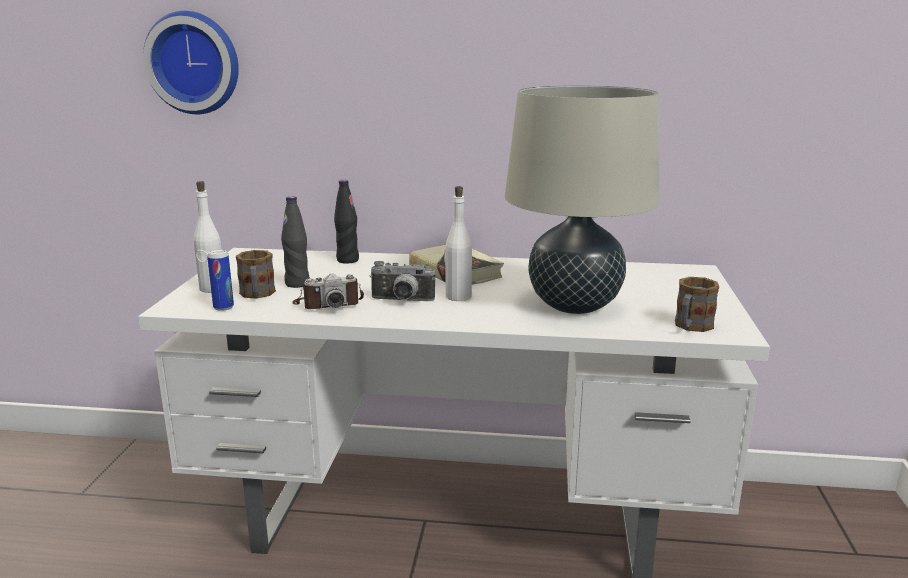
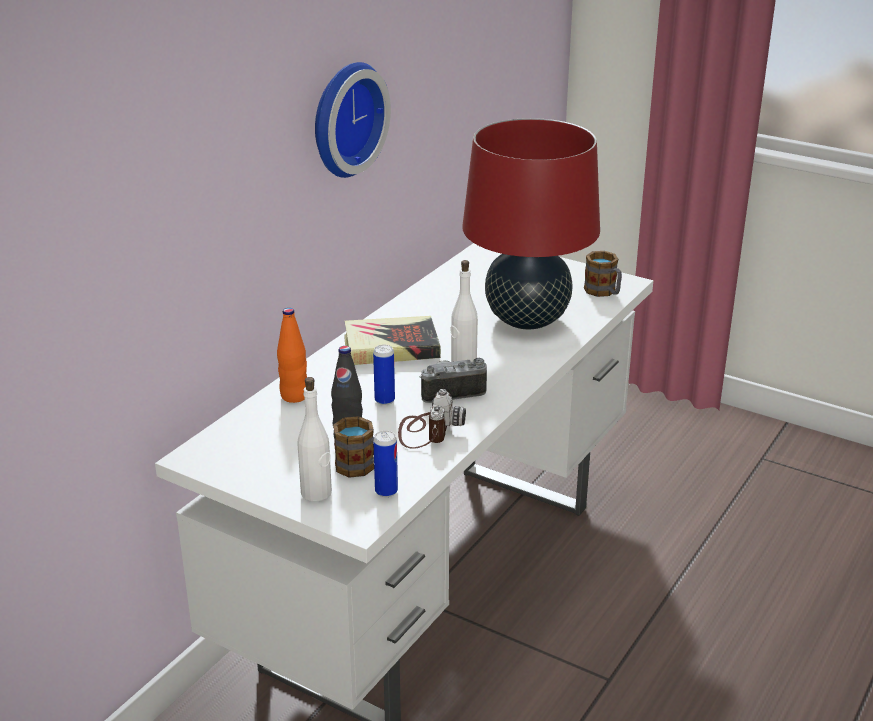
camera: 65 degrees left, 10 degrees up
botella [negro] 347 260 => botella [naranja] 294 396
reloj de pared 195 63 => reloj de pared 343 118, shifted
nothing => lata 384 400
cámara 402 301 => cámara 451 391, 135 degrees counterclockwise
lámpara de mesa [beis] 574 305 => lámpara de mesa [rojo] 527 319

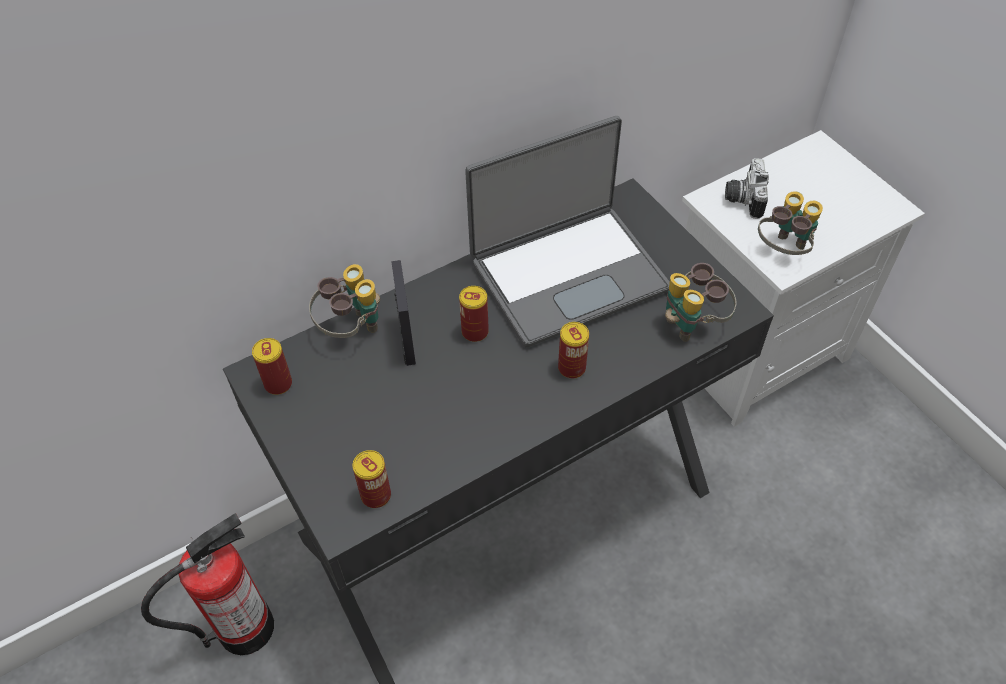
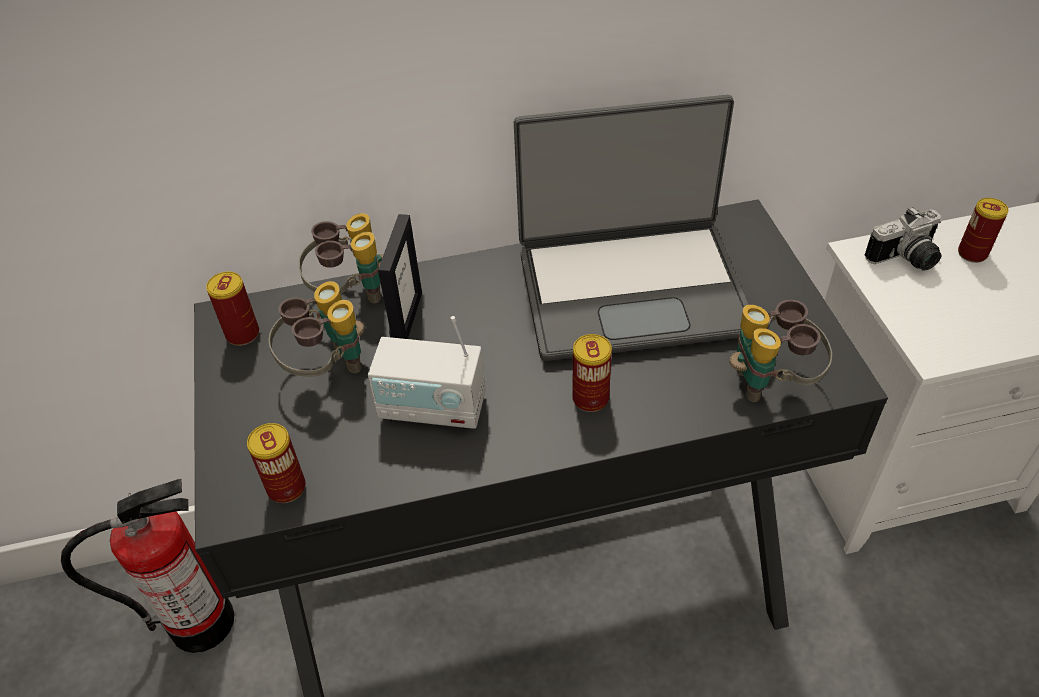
camera: 20 degrees right, 5 degrees down
prismáticos 783 251 => prismáticos 327 368, shifted
nothing => radio 432 408
cámara 742 198 => cámara 906 260, 135 degrees counterclockwise
lata 475 332 => lata 972 253, shifted

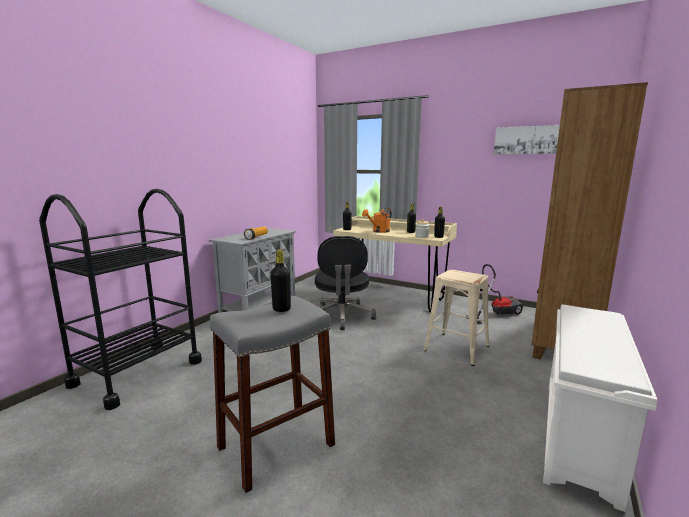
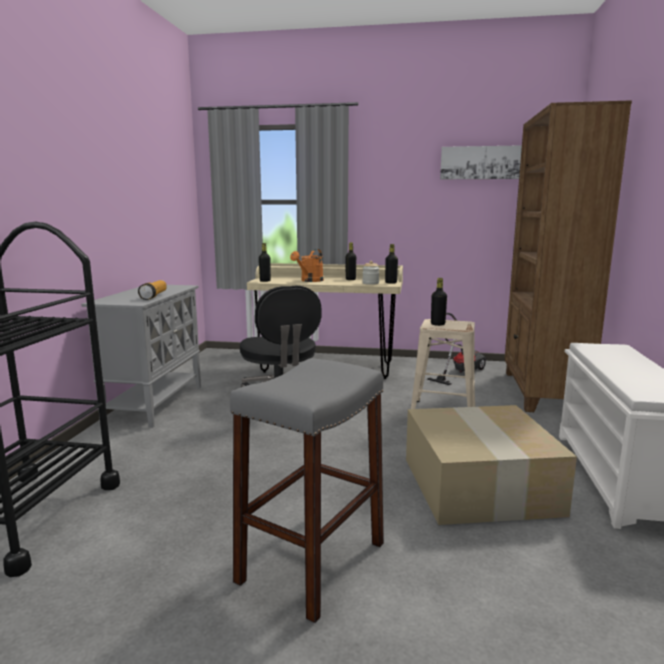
camera: 20 degrees left, 0 degrees up
nothing => caja de cartón 482 486
botella [negro] 281 309 => botella [negro] 437 324, shifted

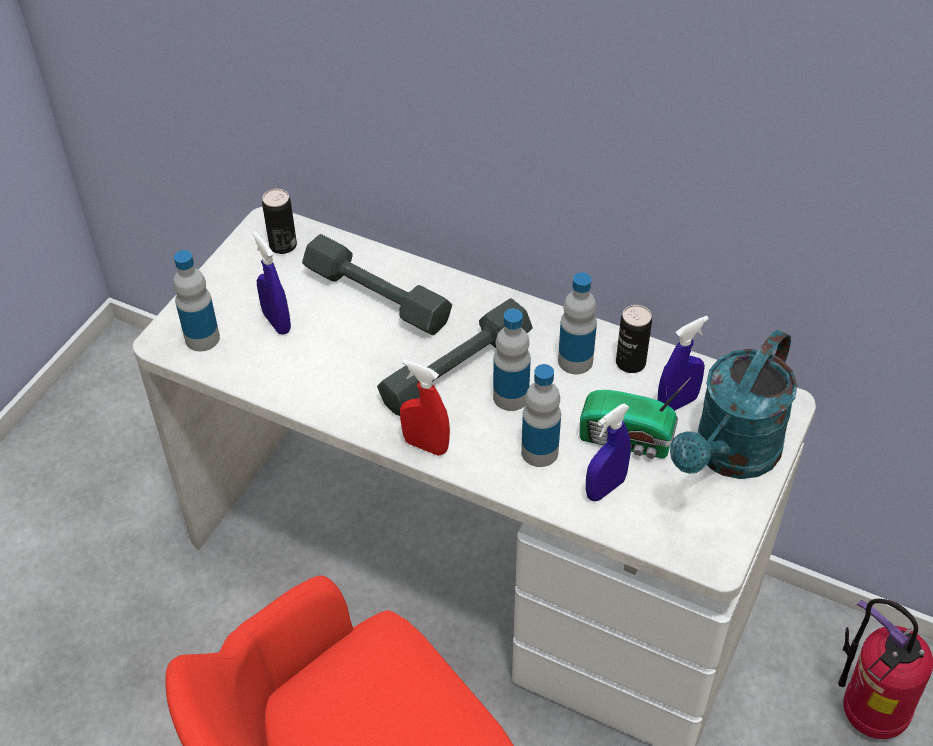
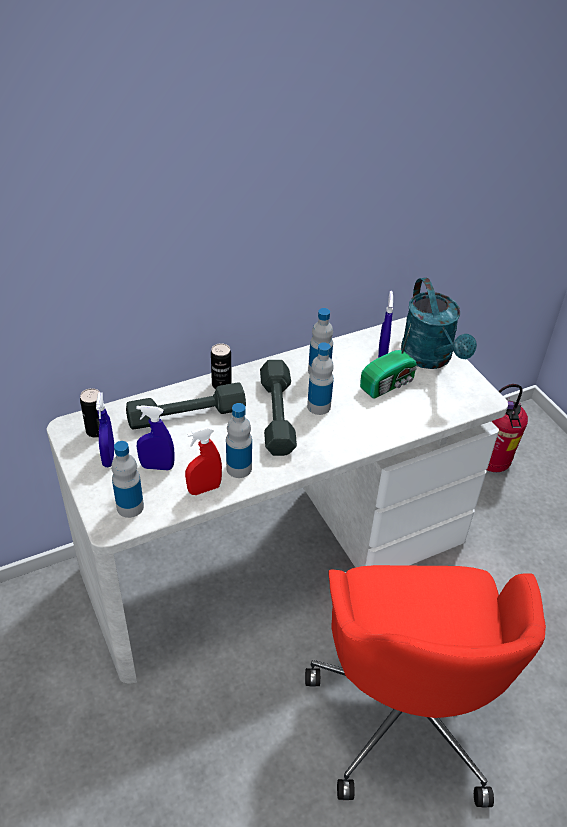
camera: 55 degrees left, 5 degrees down
pulverizador [azul] 605 488 => pulverizador [azul] 108 457, shifted
pulverizador [rojo] 425 445 => pulverizador [rojo] 204 489, shifted
lata 630 363 => lata 221 384, shifted
botella 539 452 => botella 239 468, shifted

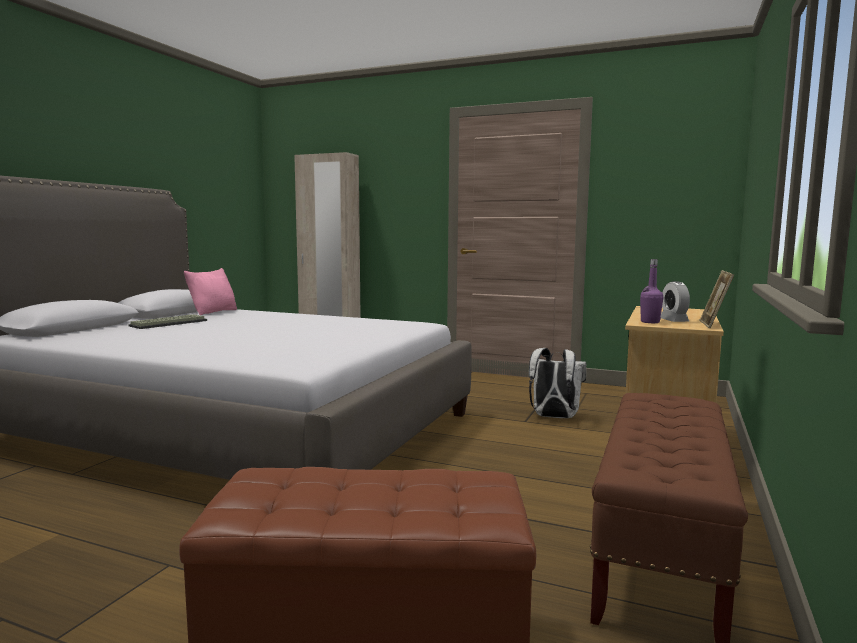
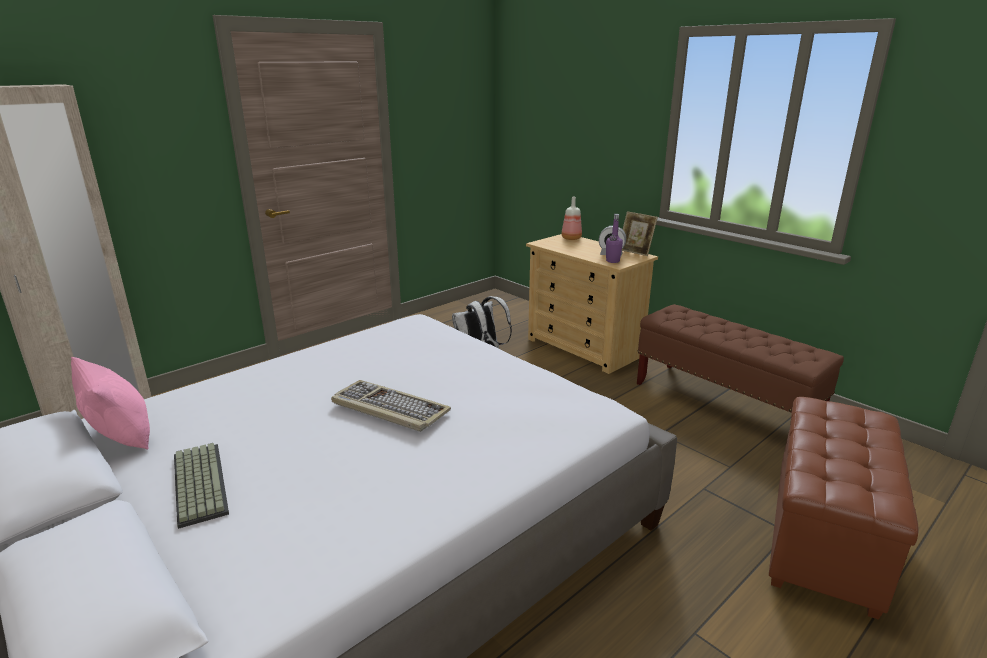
camera: 65 degrees left, 15 degrees up
nothing => teclado 388 408
nothing => botella 571 238

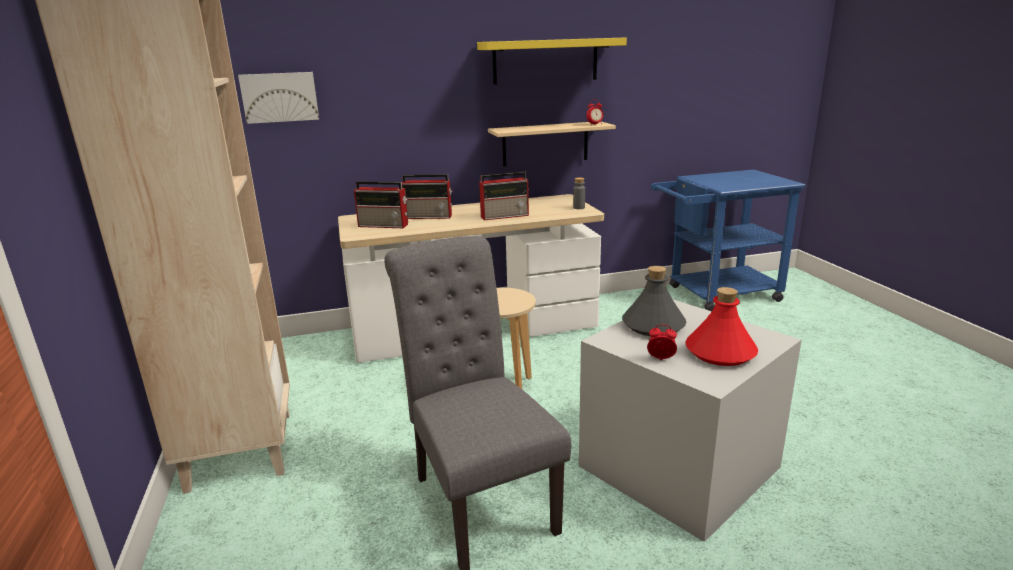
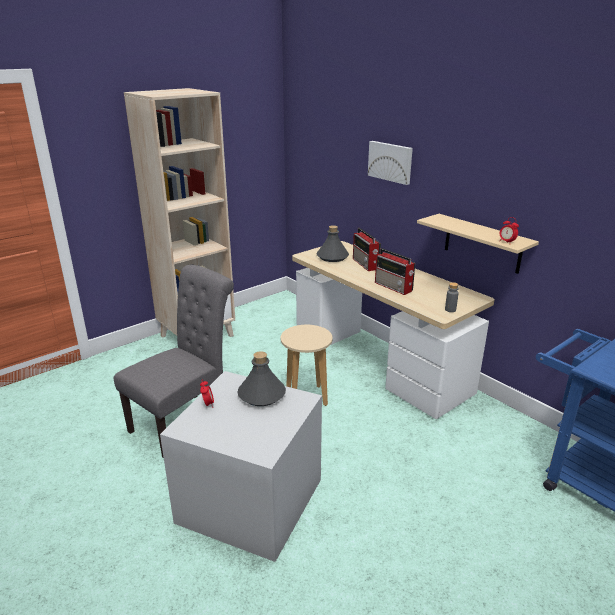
camera: 65 degrees right, 5 degrees up
radio 384 225 => botella [gris] 332 257
cuadro 280 97 => cuadro 390 162, shifted
estante [amarillo] 545 61 => nothing
botella [rojo] 719 352 => nothing

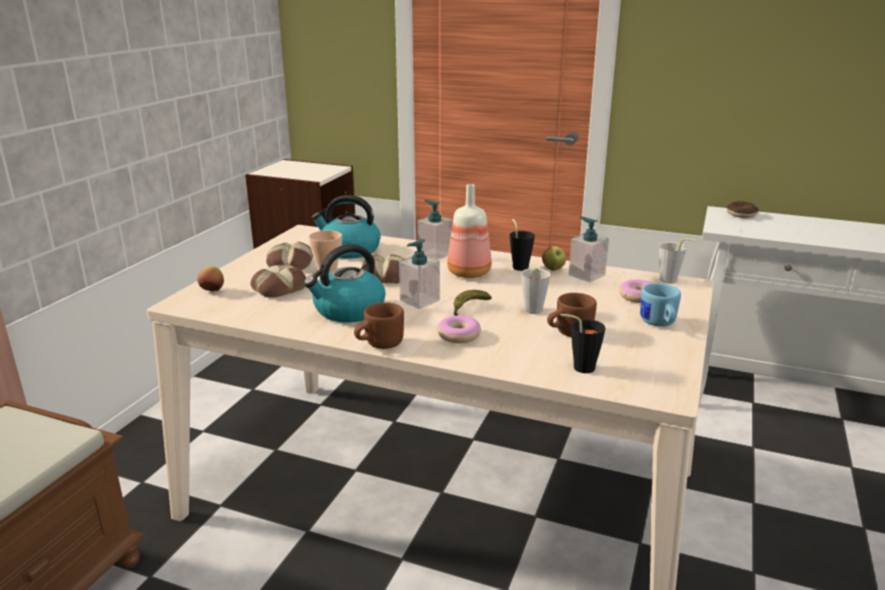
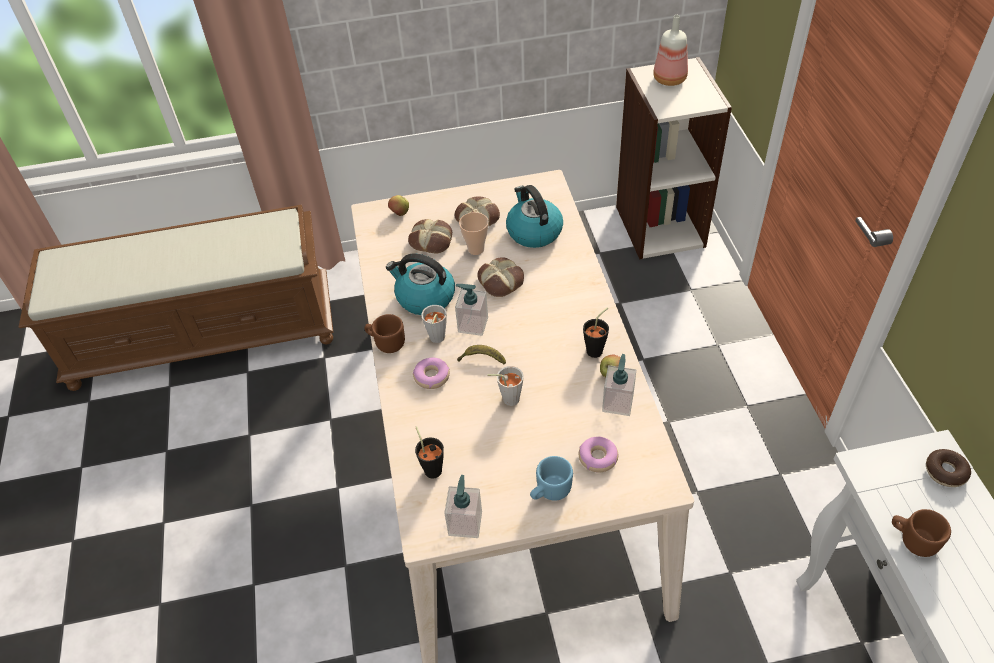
camera: 60 degrees right, 25 degrees up
taza [gris] 671 281 => taza [gris] 436 339, shifted
dispensador de jabón 434 254 => dispensador de jabón 465 523, shifted
botella 468 272 => botella 670 78, shifted
taza grande [marrón] 568 333 => taza grande [marrón] 912 539, shifted

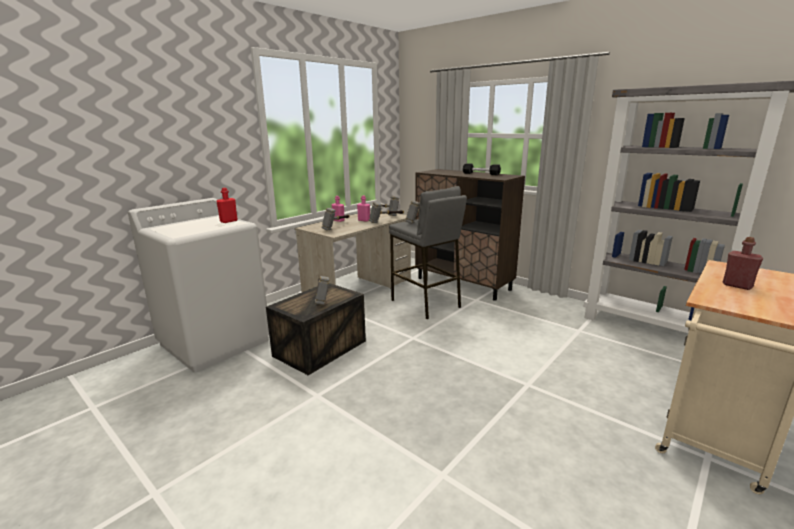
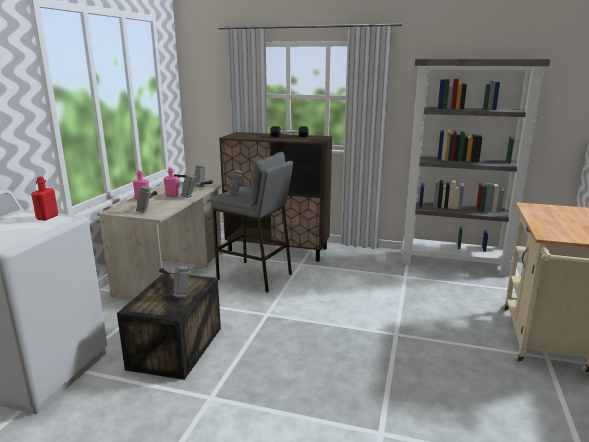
camera: 25 degrees left, 0 degrees up
botella [rojo] 737 285 => nothing

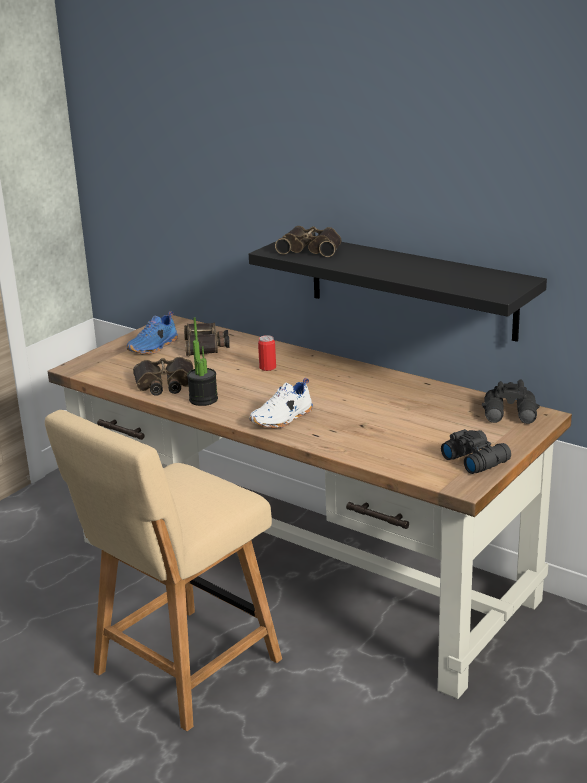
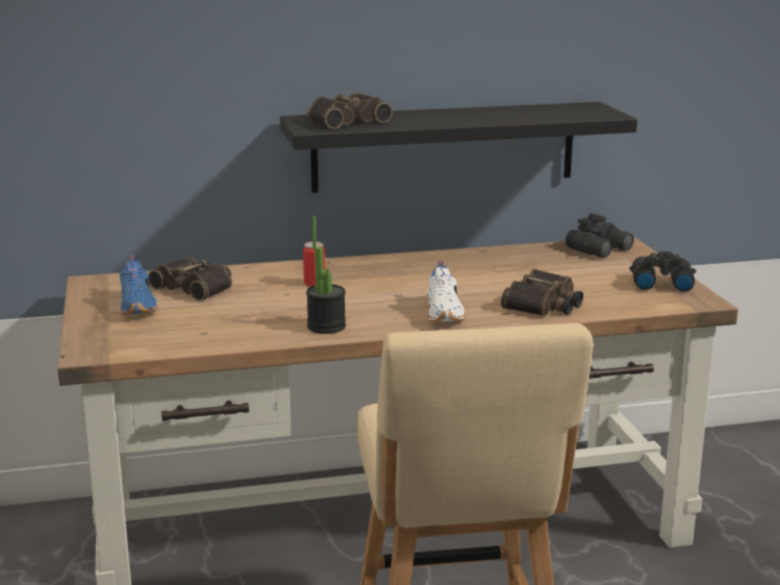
camera: 50 degrees left, 5 degrees down
prismáticos 164 384 => prismáticos 544 304, shifted

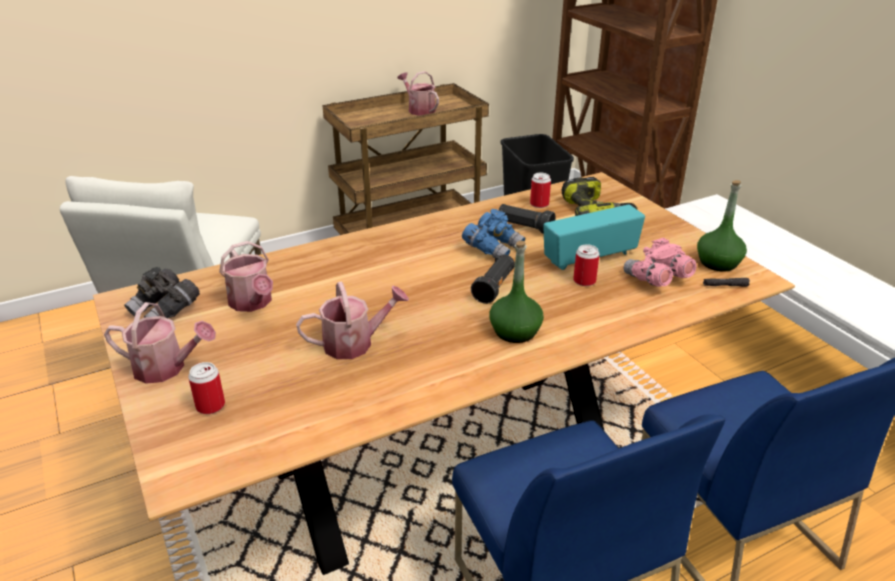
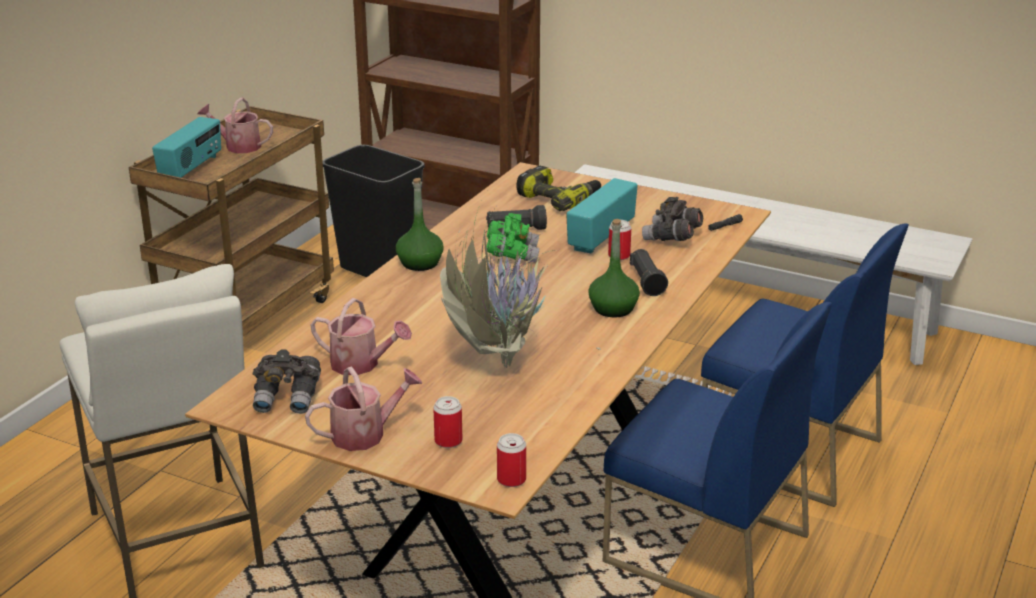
camera: 35 degrees left, 5 degrees down
nothing => radio 191 169
botella [verde] 718 263 => botella [verde] 420 263, shifted
regadera 355 343 => planta en maceta 499 360
prismáticos [azul] 493 248 => prismáticos [verde] 512 254
lata 539 204 => lata 511 479, shifted
linterna [negro] 494 287 => linterna [negro] 646 282, shifted
prismáticos [rosa] 656 280 => prismáticos [gris] 672 238

